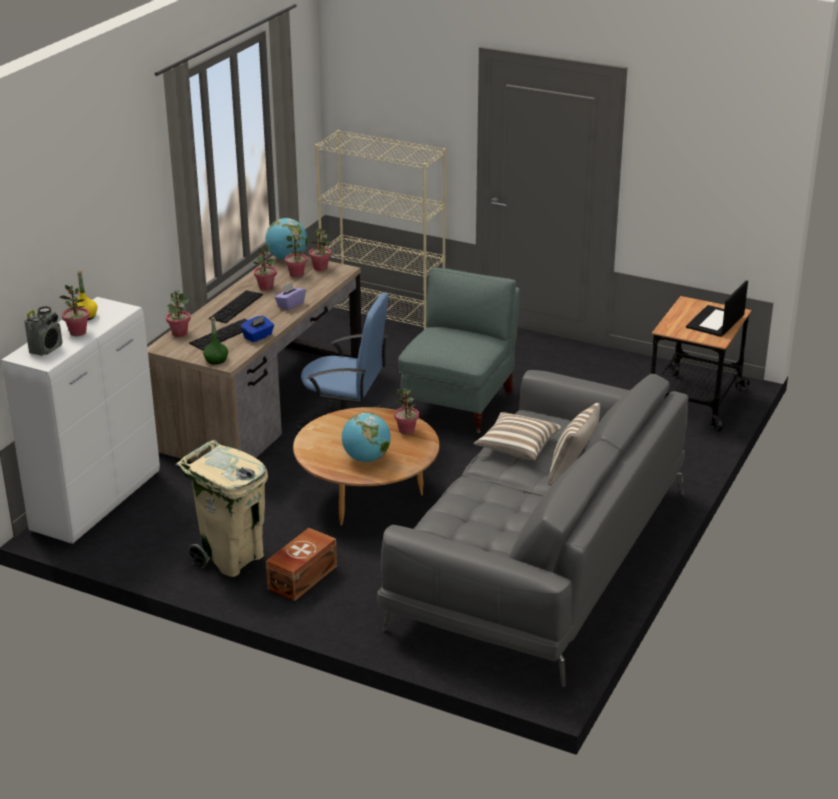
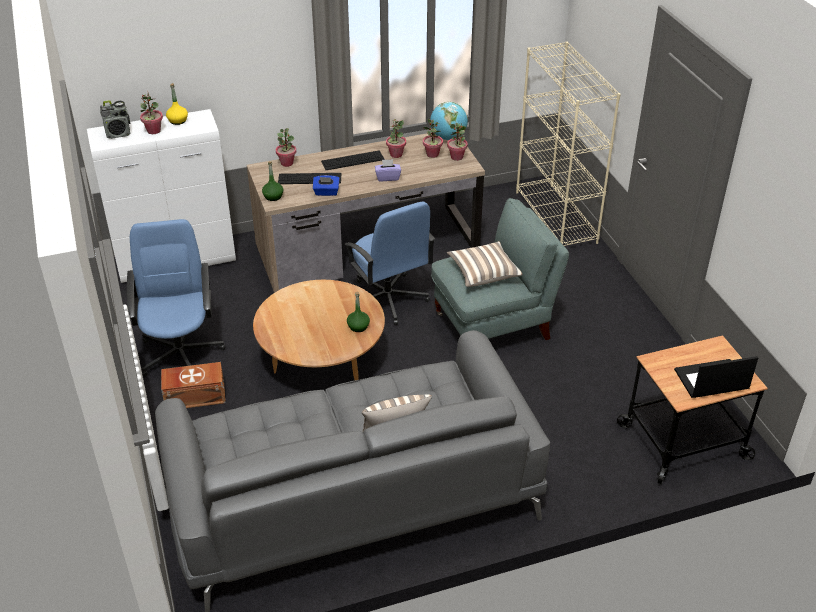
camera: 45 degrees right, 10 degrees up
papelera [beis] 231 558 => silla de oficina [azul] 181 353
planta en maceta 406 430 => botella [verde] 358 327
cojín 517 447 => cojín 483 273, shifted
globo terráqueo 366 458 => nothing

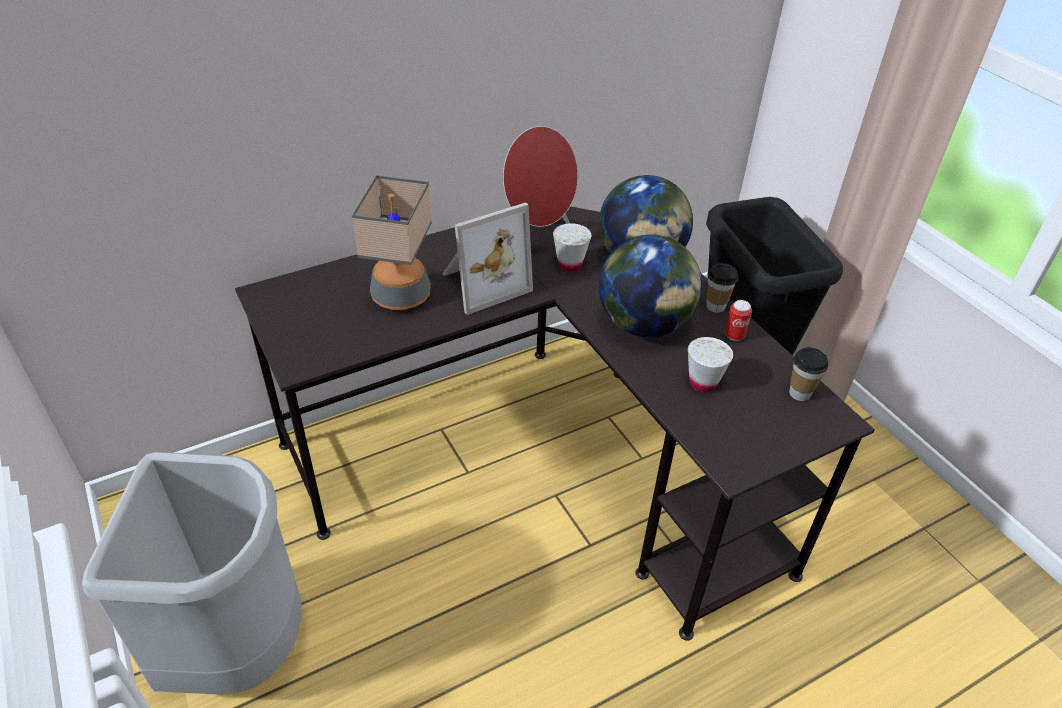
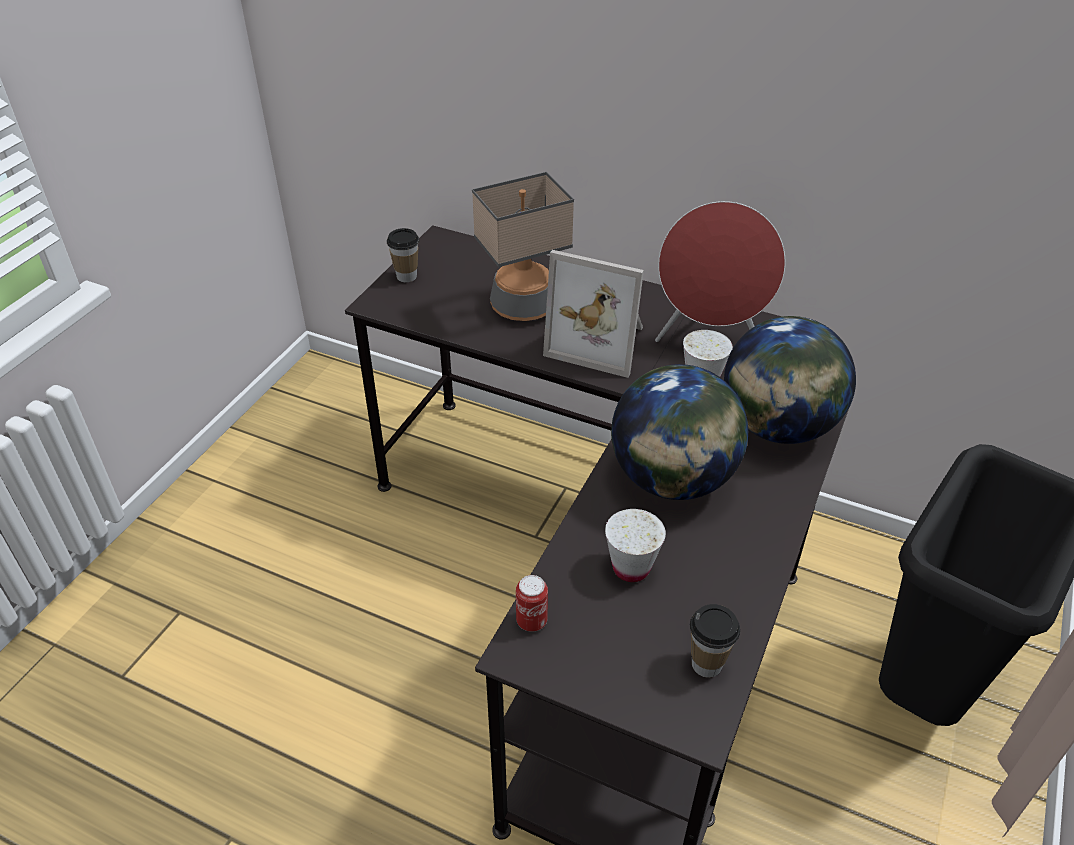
camera: 55 degrees right, 0 degrees up
taza 715 306 => taza 406 276, shifted
lata 734 335 => lata 531 621, shifted
papelera [gris] 238 649 => nothing

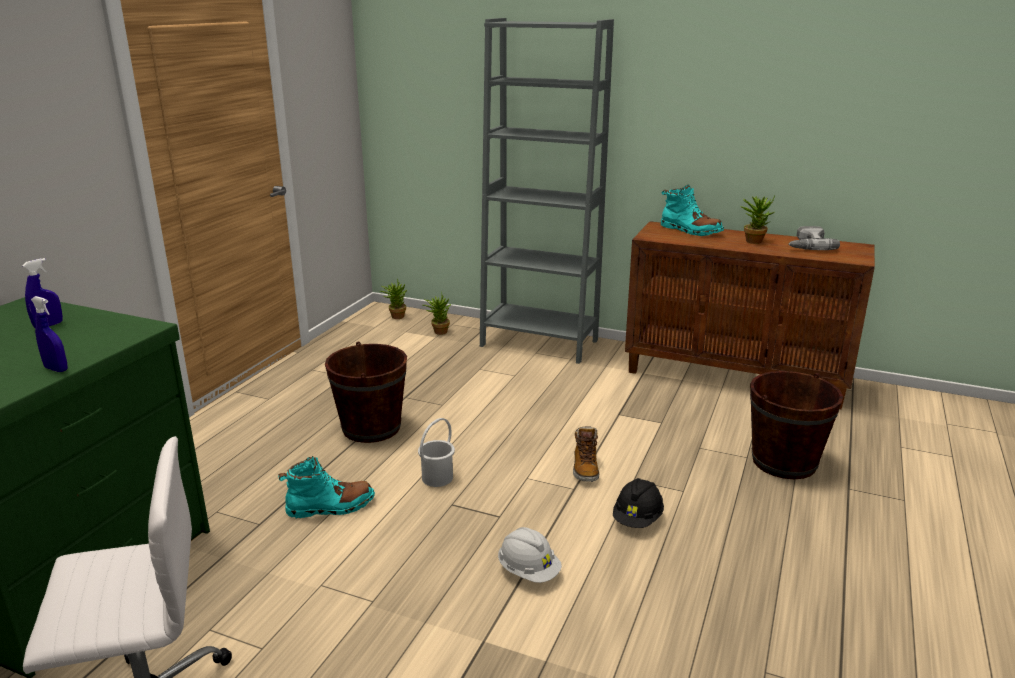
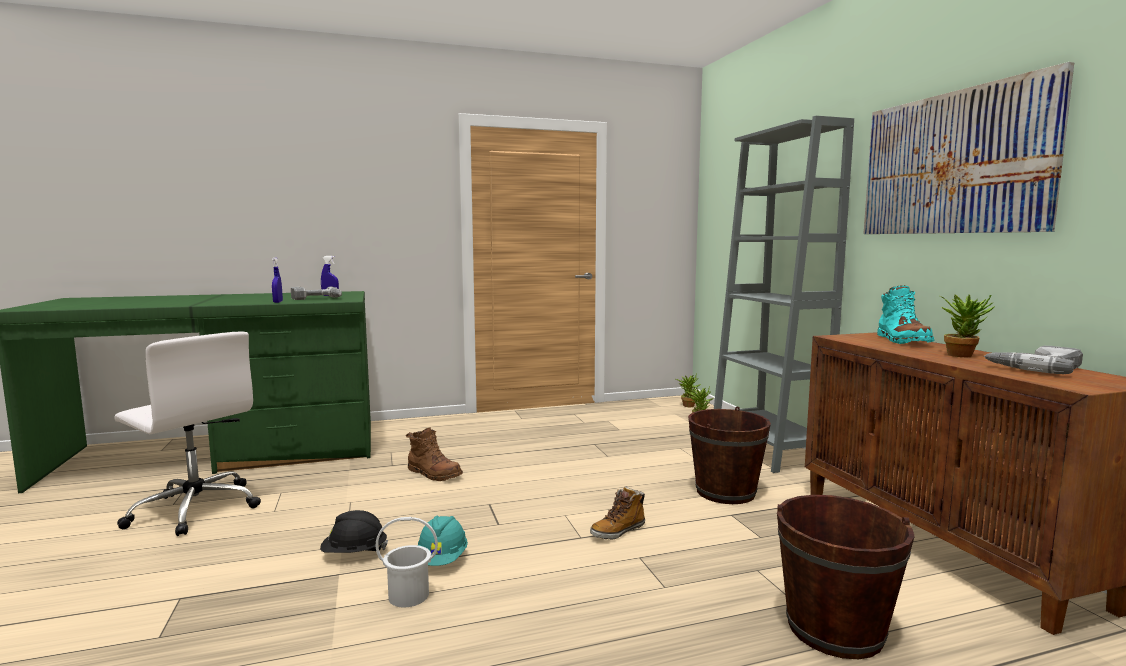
camera: 50 degrees right, 15 degrees down
nothing => taladro 317 299
casco [negro] 637 519 => casco [negro] 354 553, shifted
cubo [blanco] 436 478 => cubo [blanco] 408 595, shifted
bota [turquesa] 330 507 => bota [marrón] 433 474
casco [blanco] 528 571 => casco [turquesa] 442 560
cubo [marrón] 371 428 => cubo [marrón] 725 492, shifted
nothing => cuadro 953 163

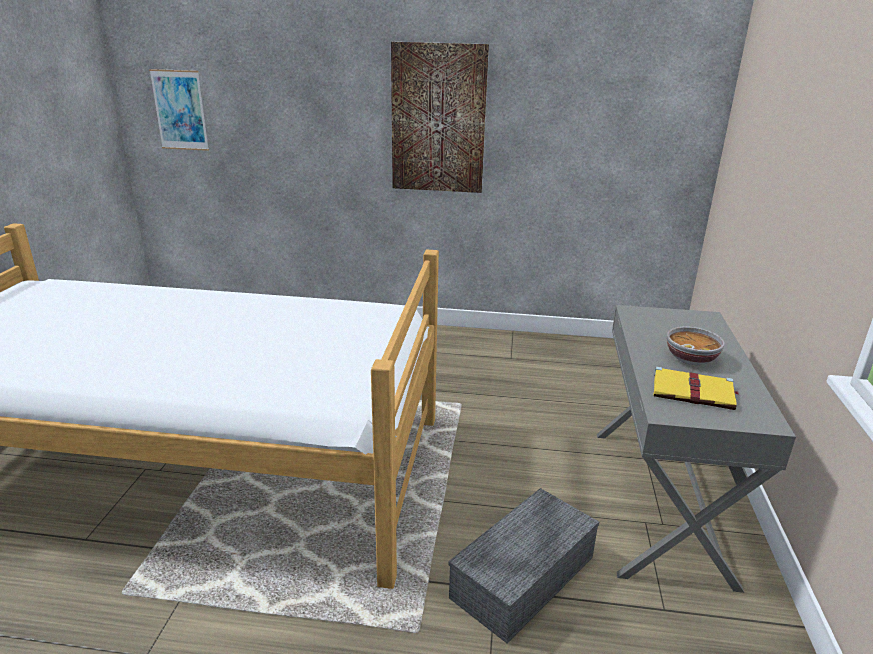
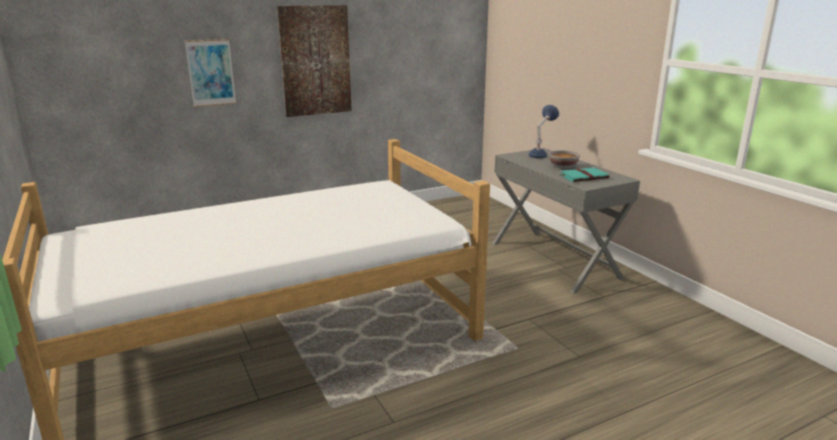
camera: 35 degrees left, 5 degrees down
cuadro 180 110 => cuadro 211 73, shifted
nothing => lámpara de mesa [azul] 540 155
libro [amarillo] 694 392 => libro [turquesa] 584 177
caja de almacenaje [gris] 523 579 => nothing

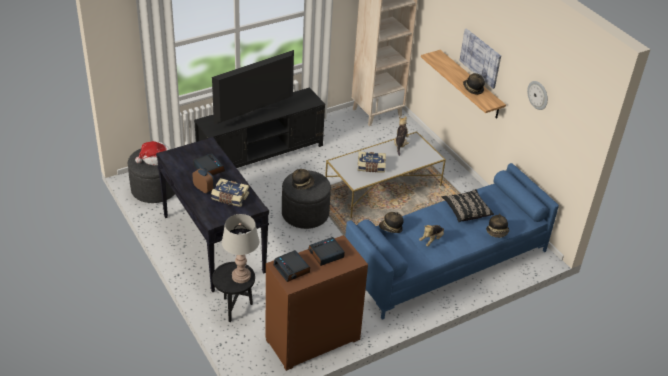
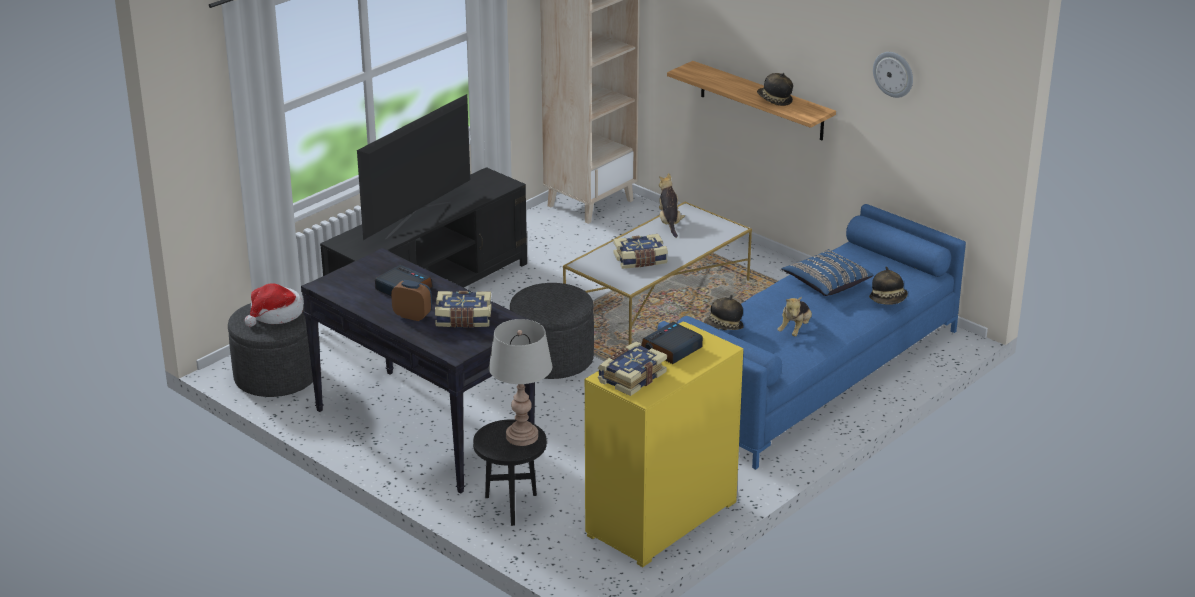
camera: 15 degrees left, 10 degrees down
armario [marrón] 312 340 => armario [amarillo] 662 519
despertador 292 269 => libro 631 377
cojín [negro] 466 211 => cojín [azul] 826 284
sombrero 302 184 => nothing
cuadro 480 58 => nothing

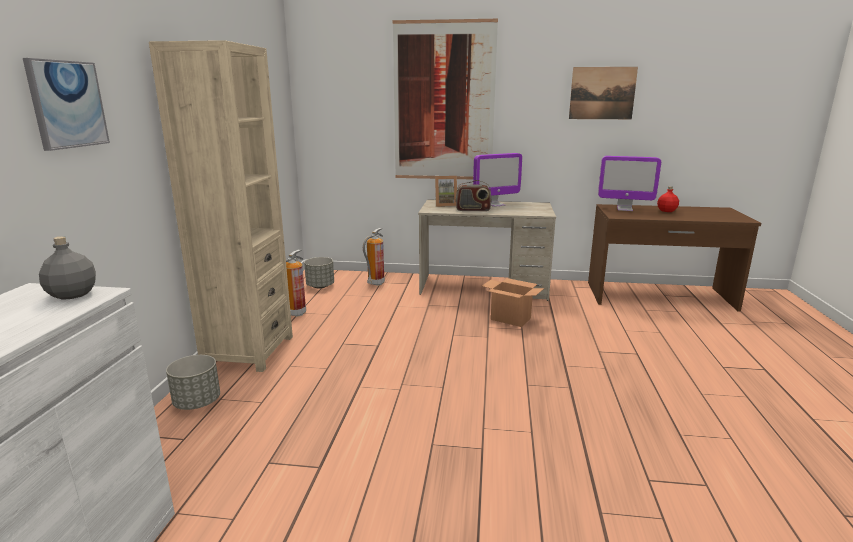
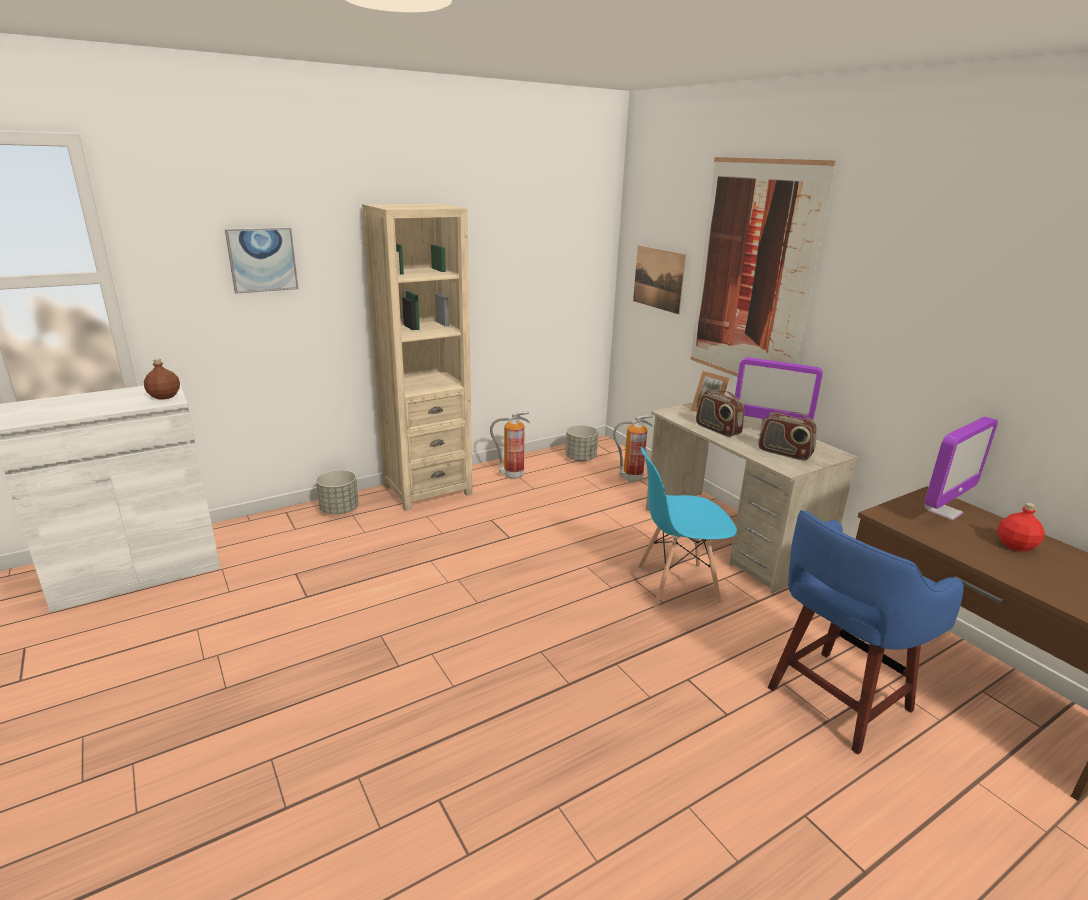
camera: 50 degrees right, 5 degrees up
botella [gris] 71 294 => botella [marrón] 164 396
cuadro 602 93 => cuadro 658 279, shifted
caja de cartón 510 319 => silla [azul] 676 585
nothing => radio 784 453
nothing => taburete [azul] 836 701
monitor 624 209 => monitor 943 511, 105 degrees counterclockwise

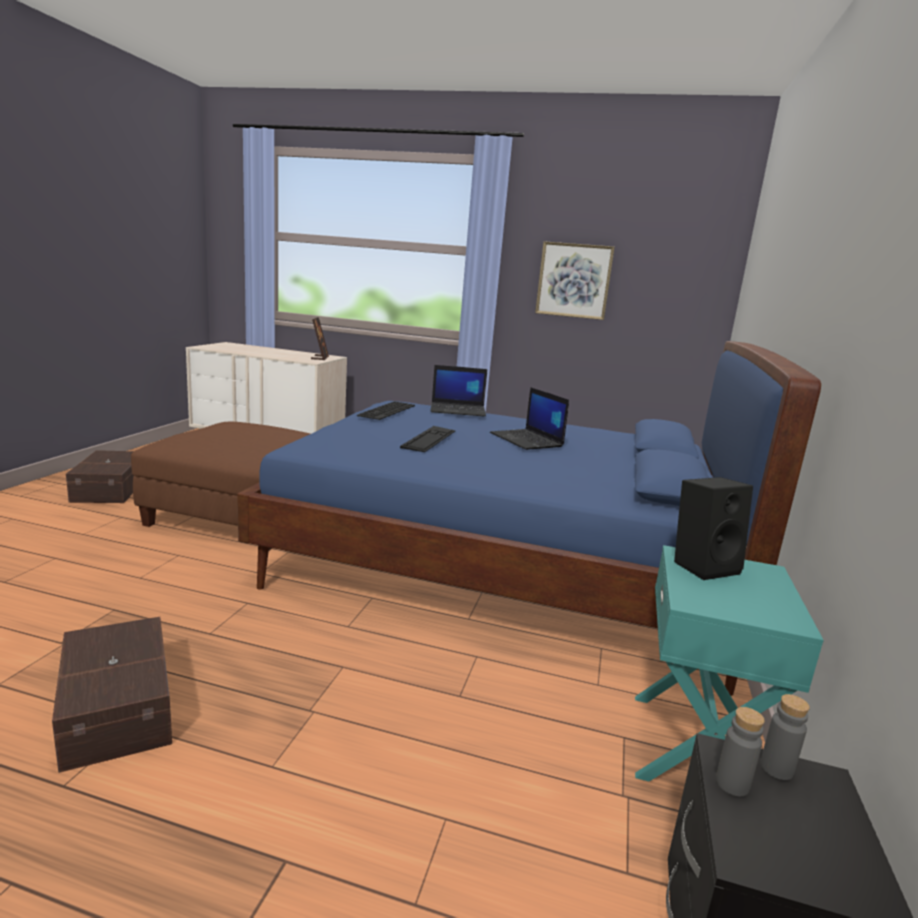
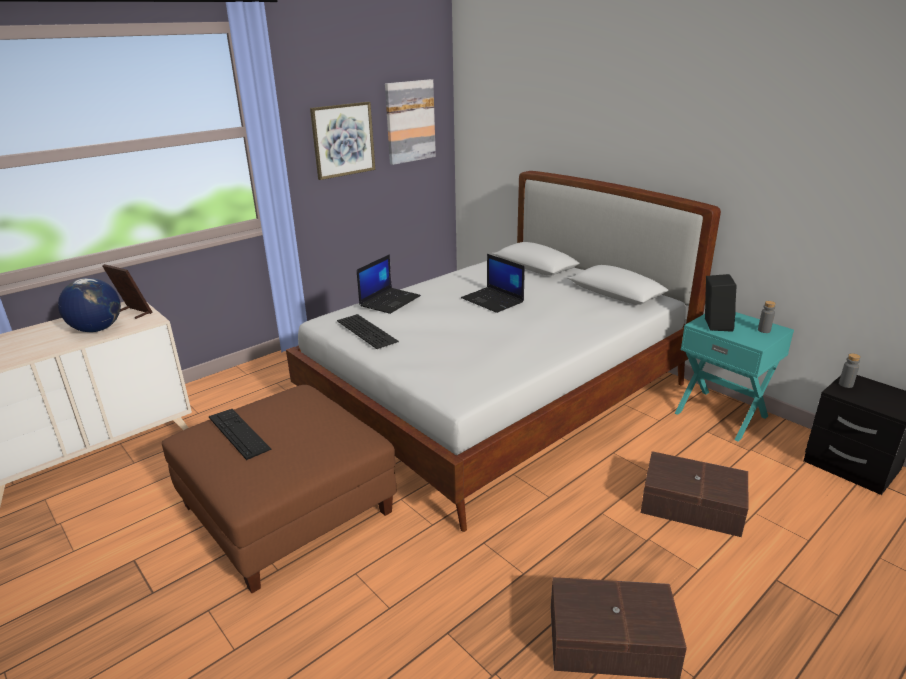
camera: 55 degrees left, 10 degrees up
nothing => globo terráqueo 97 329
teclado 429 439 => teclado 238 433, shifted
cama [azul] 503 564 => cama [blanco] 499 399
nothing => cuadro 410 121
portátil 527 440 => portátil 493 300, 45 degrees clockwise
caja de almacenaje [marrón] 112 488 => caja de almacenaje [marrón] 690 504, shifted
botella [gris] 732 784 => botella [gris] 764 330, shifted

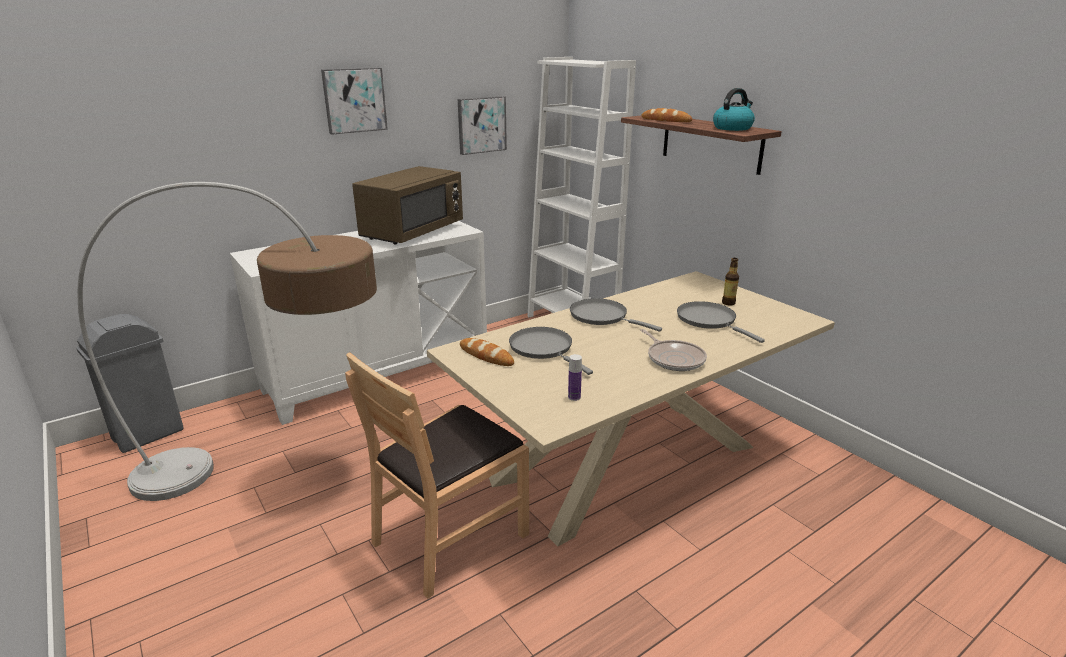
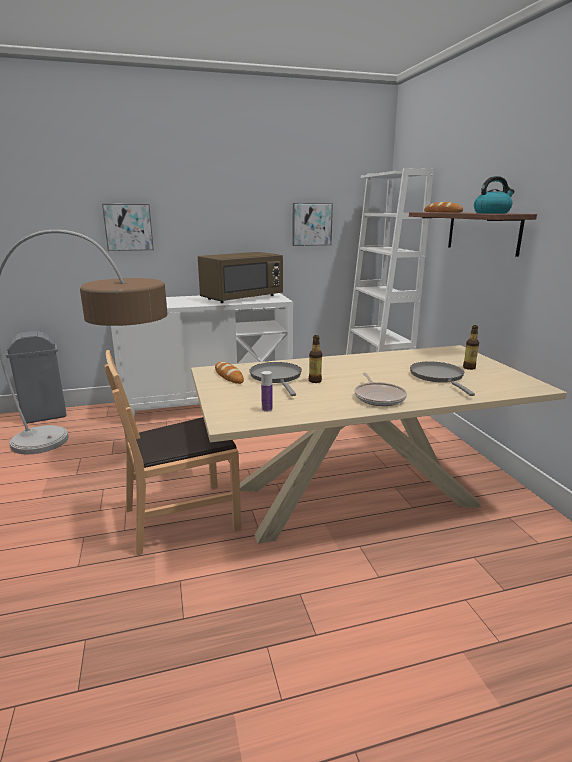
camera: 20 degrees right, 5 degrees down
cuadro 354 100 => cuadro 128 227, shifted
nothing => botella 315 381
sartén [gris] 602 317 => nothing

